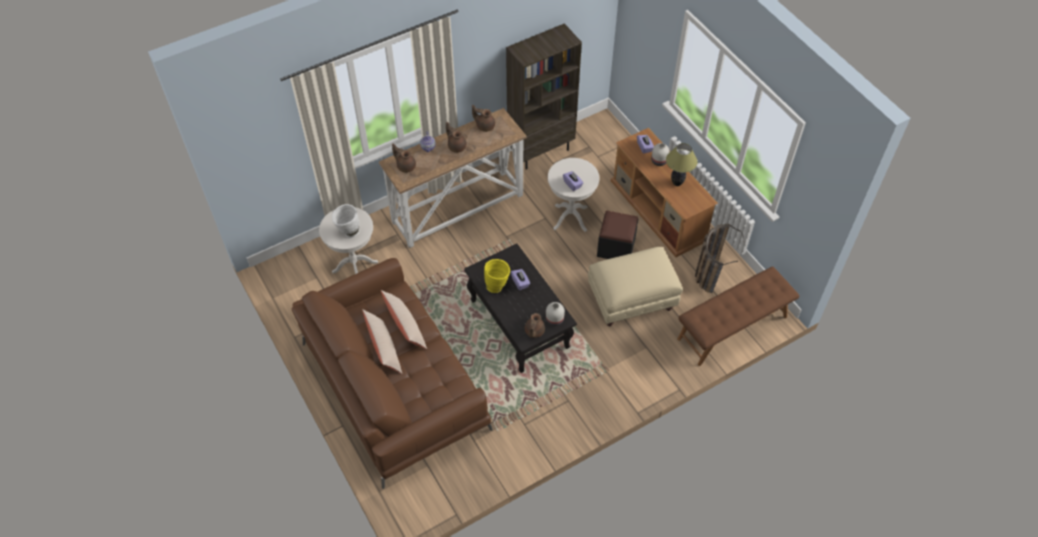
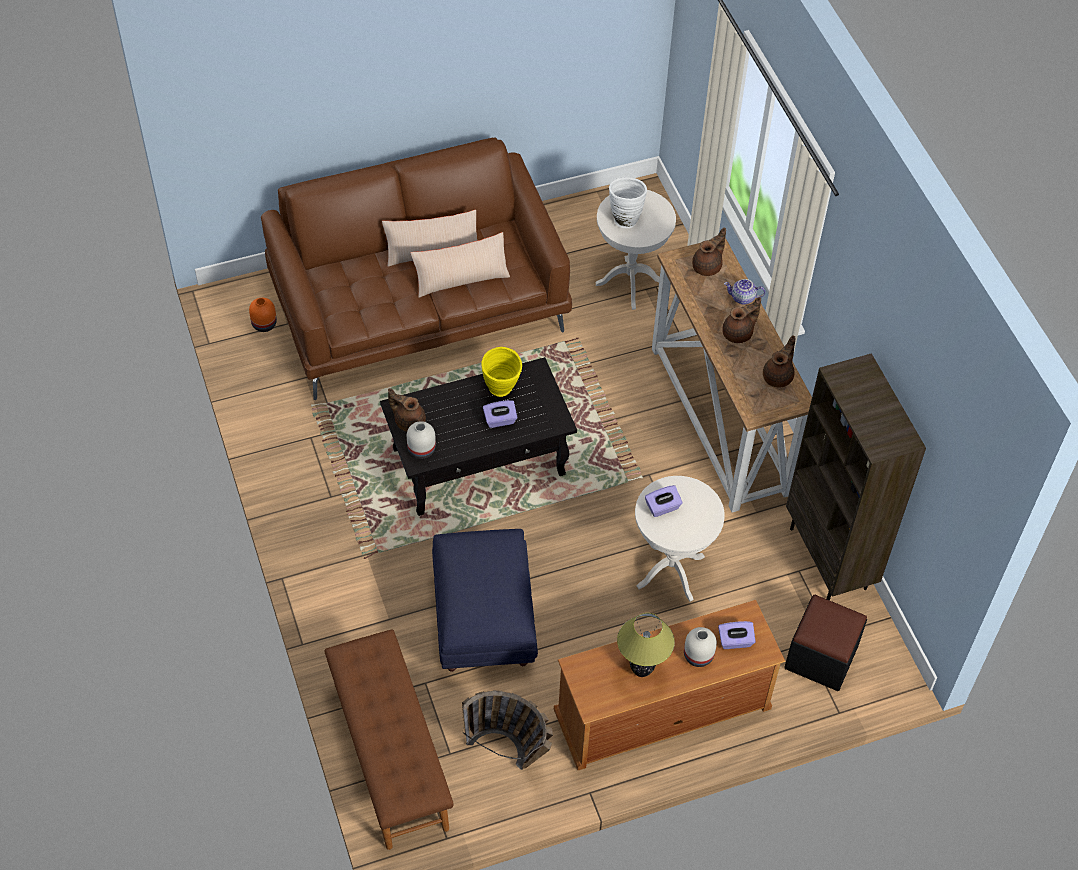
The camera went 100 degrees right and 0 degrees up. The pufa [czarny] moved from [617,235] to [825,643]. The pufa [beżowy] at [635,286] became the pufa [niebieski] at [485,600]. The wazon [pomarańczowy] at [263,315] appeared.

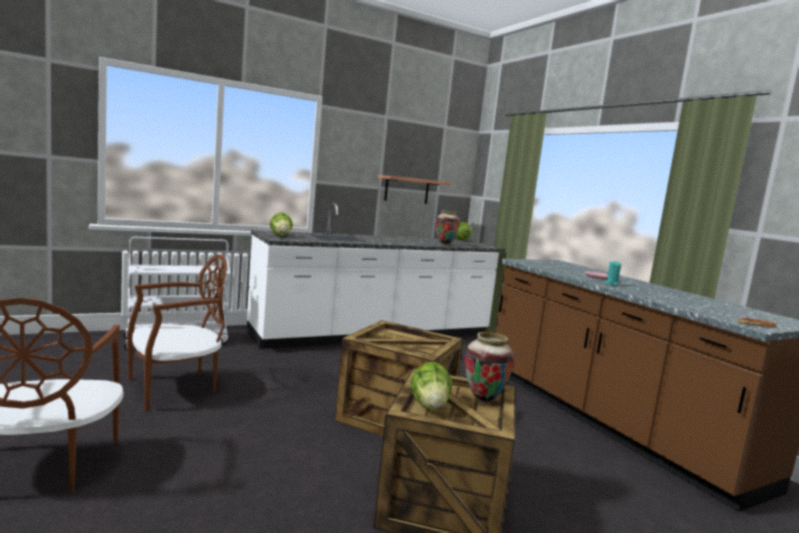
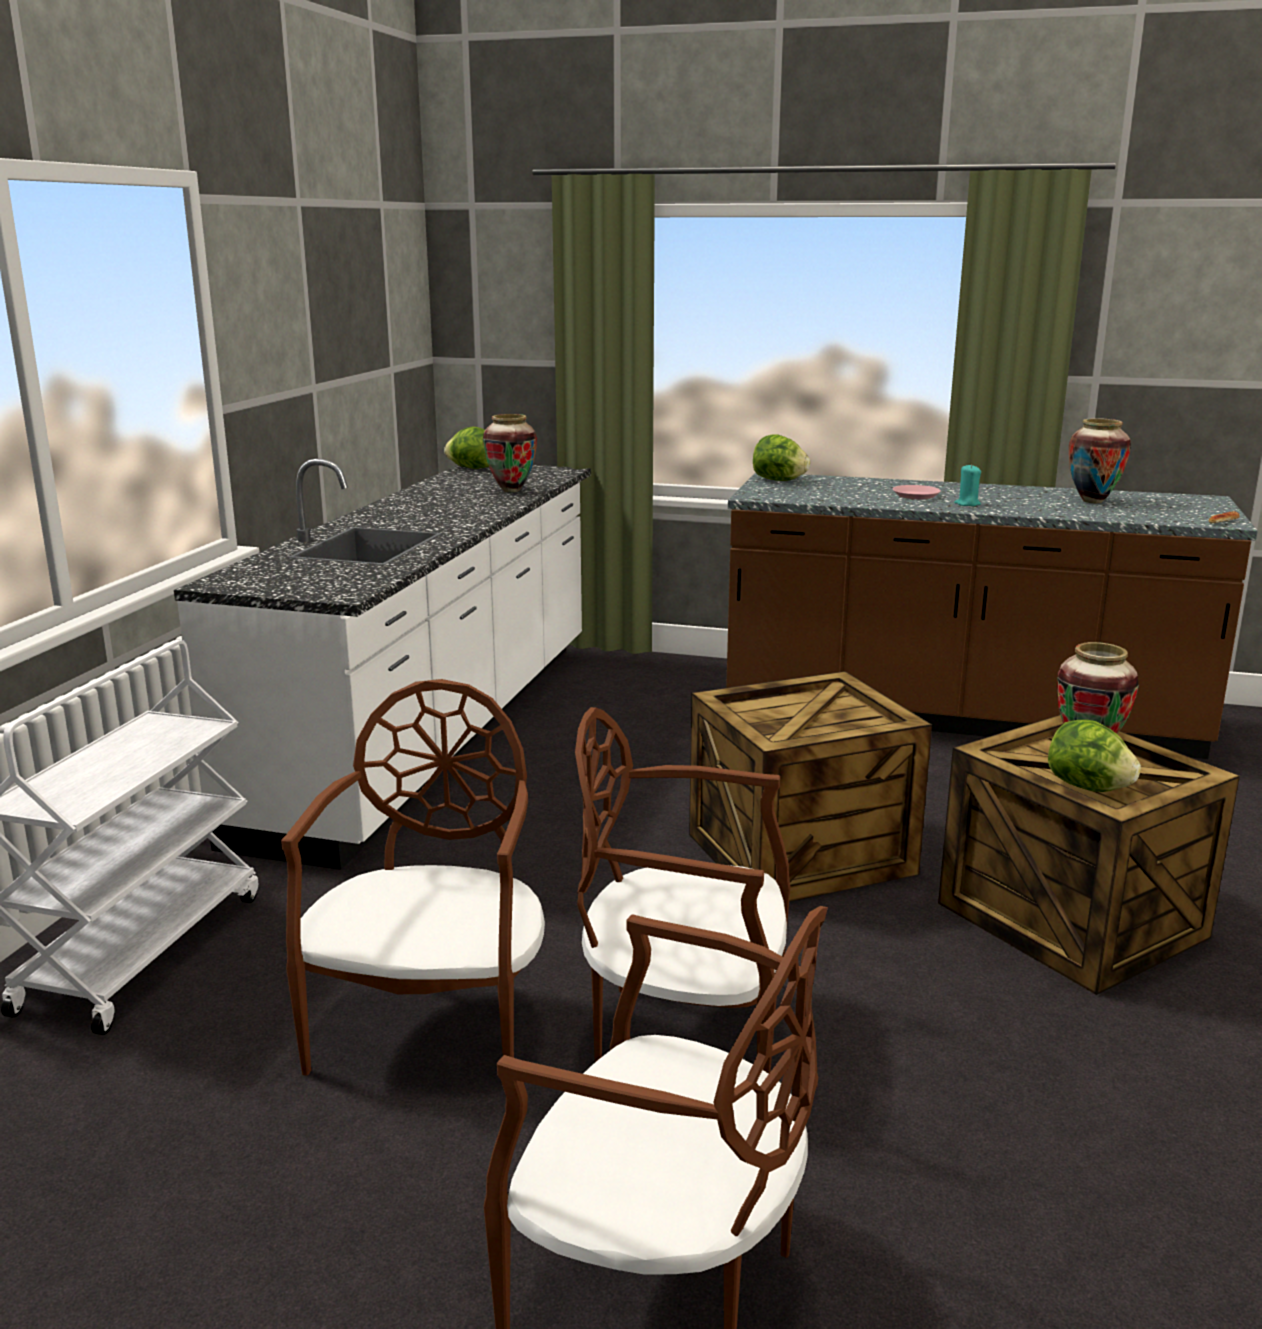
The camera went 45 degrees left and 10 degrees up. The półka at [414,189] disappeared. The sałata moved from [281,224] to [781,457]. The wazon at [1100,460] appeared. The krzesło [brązowy] at [682,890] appeared.

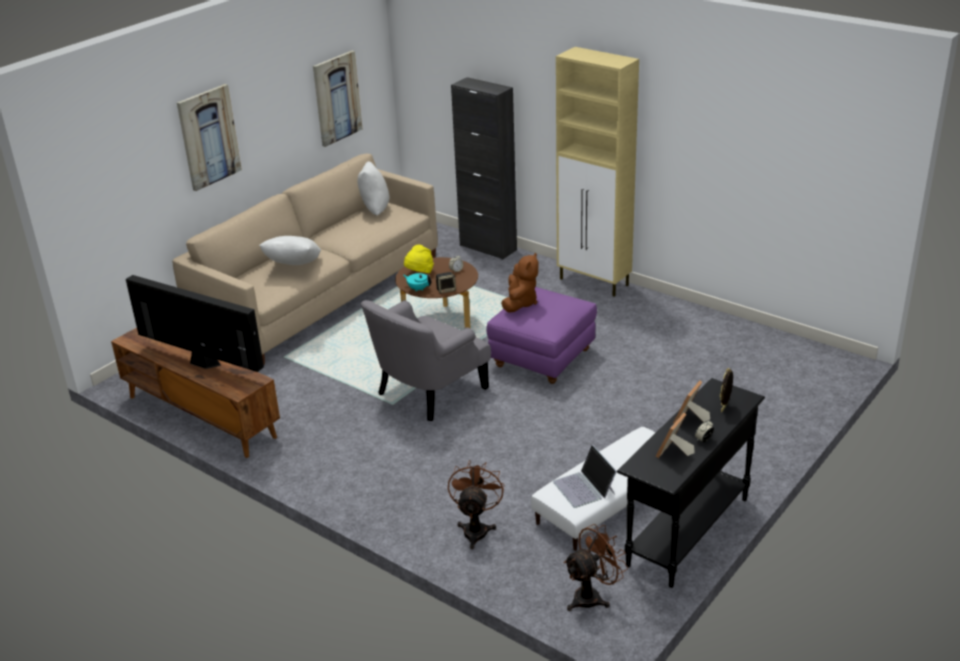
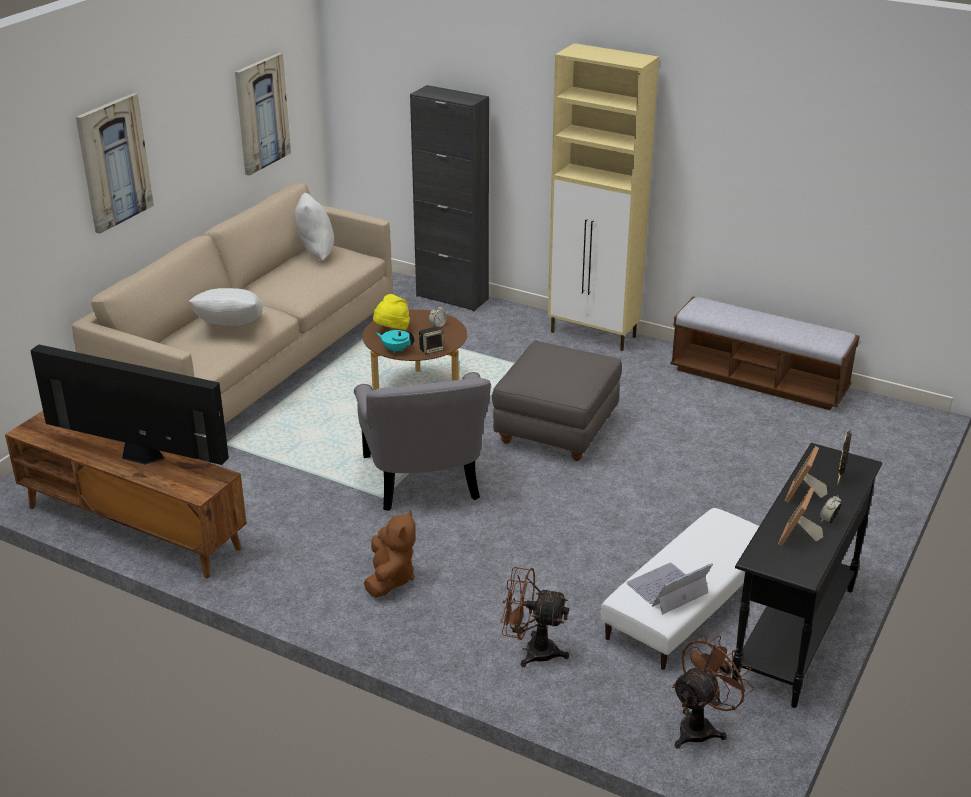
The camera went 10 degrees left and 0 degrees up. The pluszak [brązowy] moved from [519,283] to [390,553]. The pufa [fioletowy] at [541,335] became the pufa [szary] at [557,401]. The fotel [szary] at [426,360] turned 45 degrees counterclockwise. The laptop at [585,476] turned 90 degrees clockwise. The wentylator [brązowy] at [476,504] turned 75 degrees counterclockwise. The ławka at [764,353] appeared.

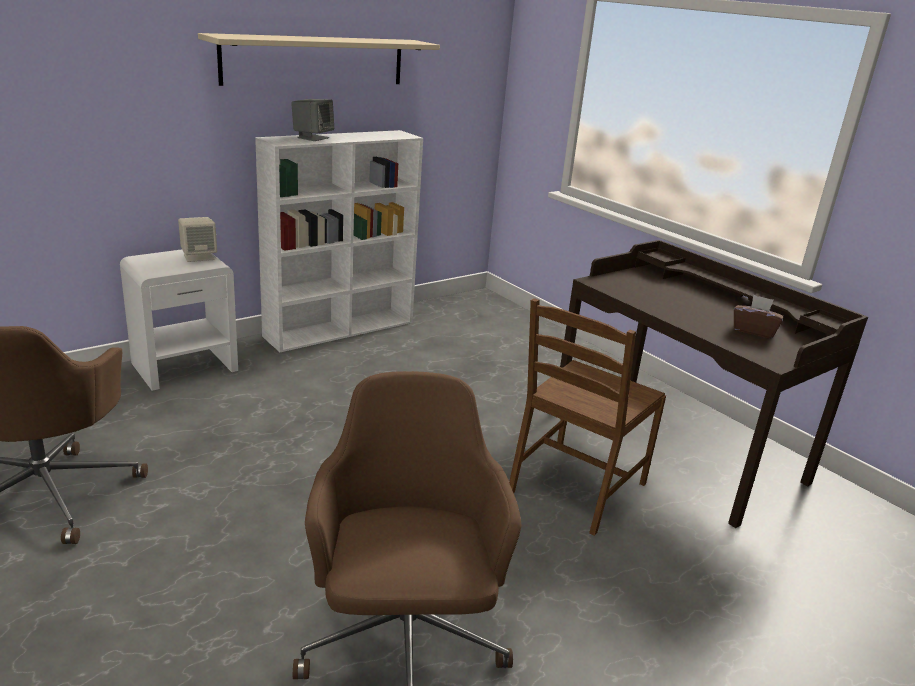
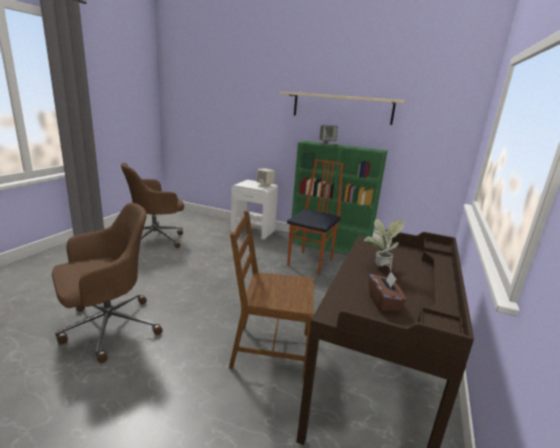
The camera went 60 degrees right and 5 degrees down. The regał [biały] at [339,241] became the regał [zielony] at [339,198]. The krzesło at [315,217] appeared. The roślina doniczkowa at [384,245] appeared.

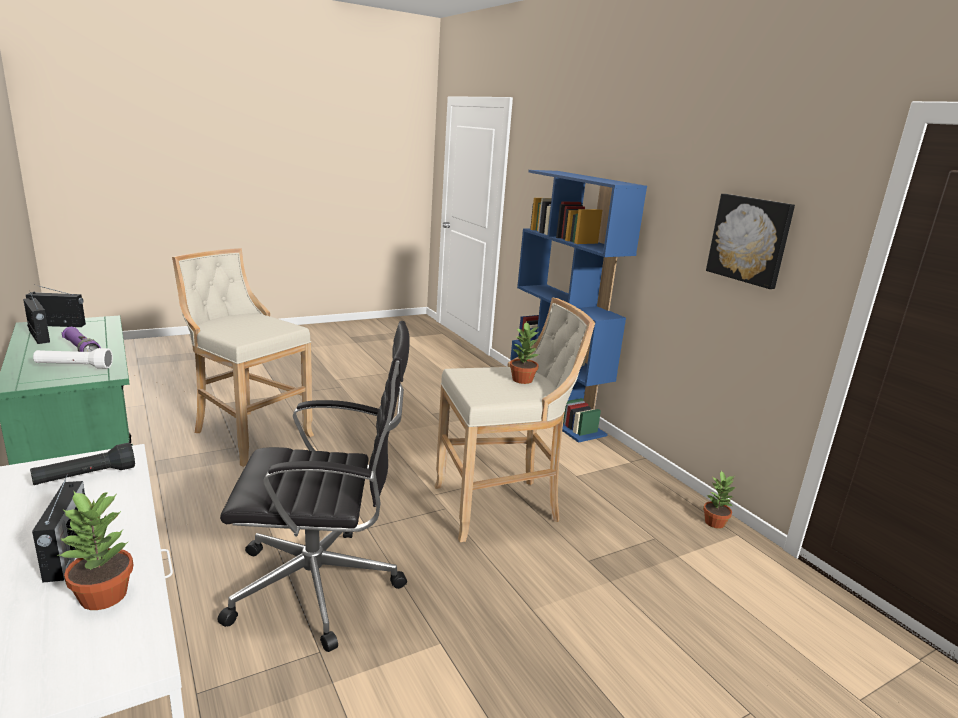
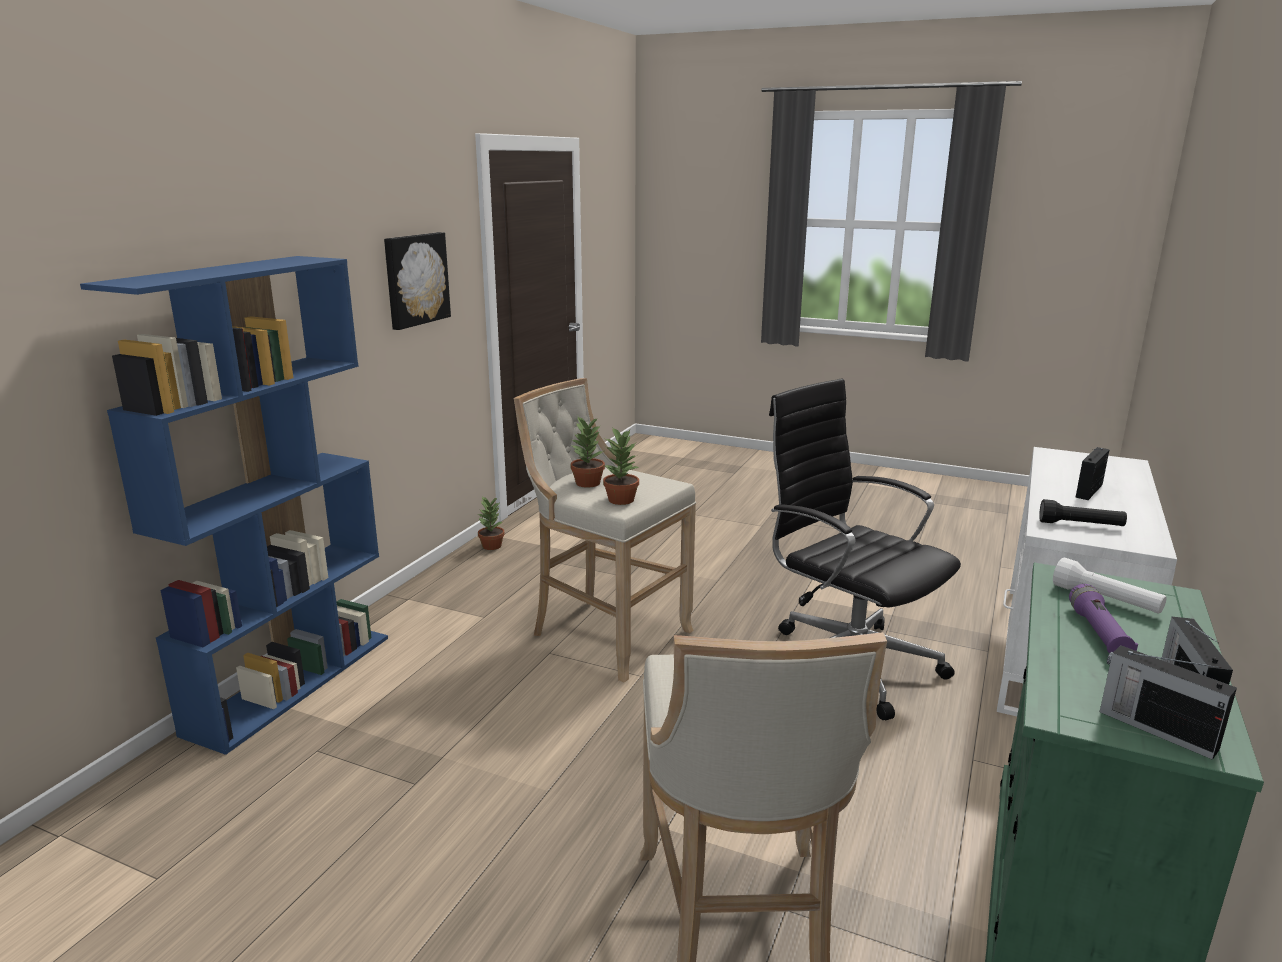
The camera went 125 degrees left and 0 degrees up. The roślina doniczkowa moved from [96,550] to [621,466].

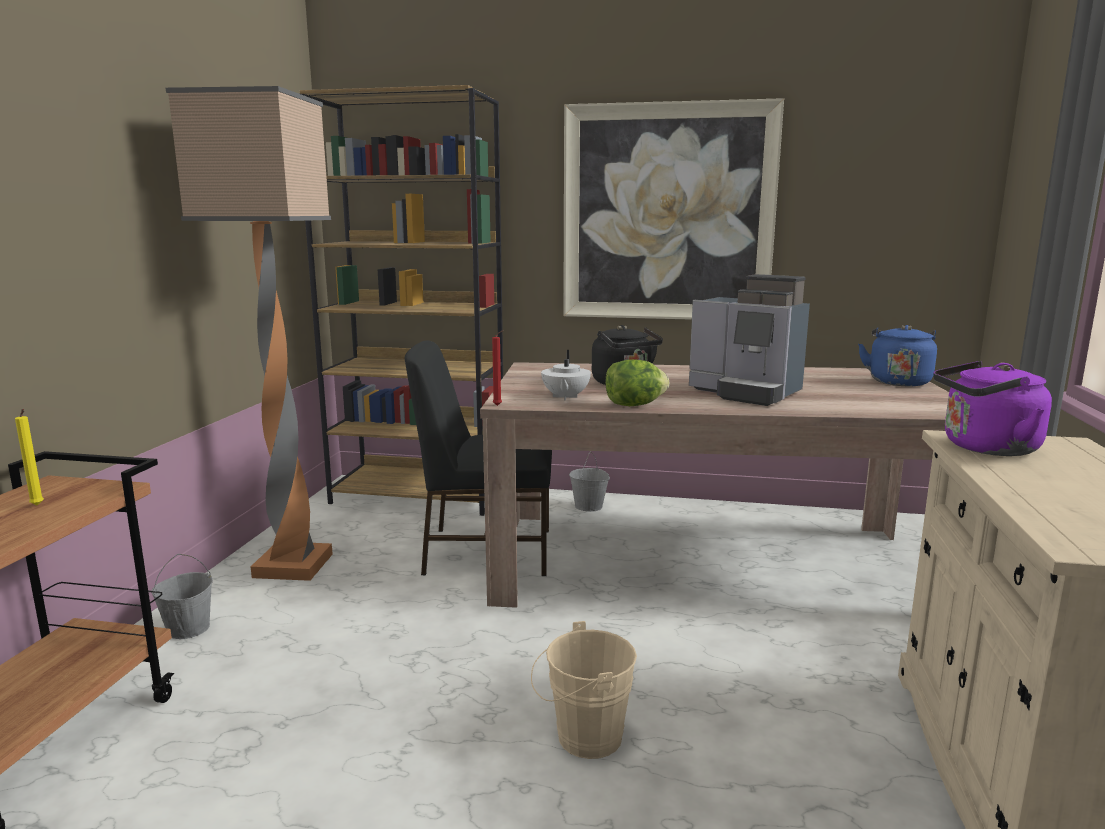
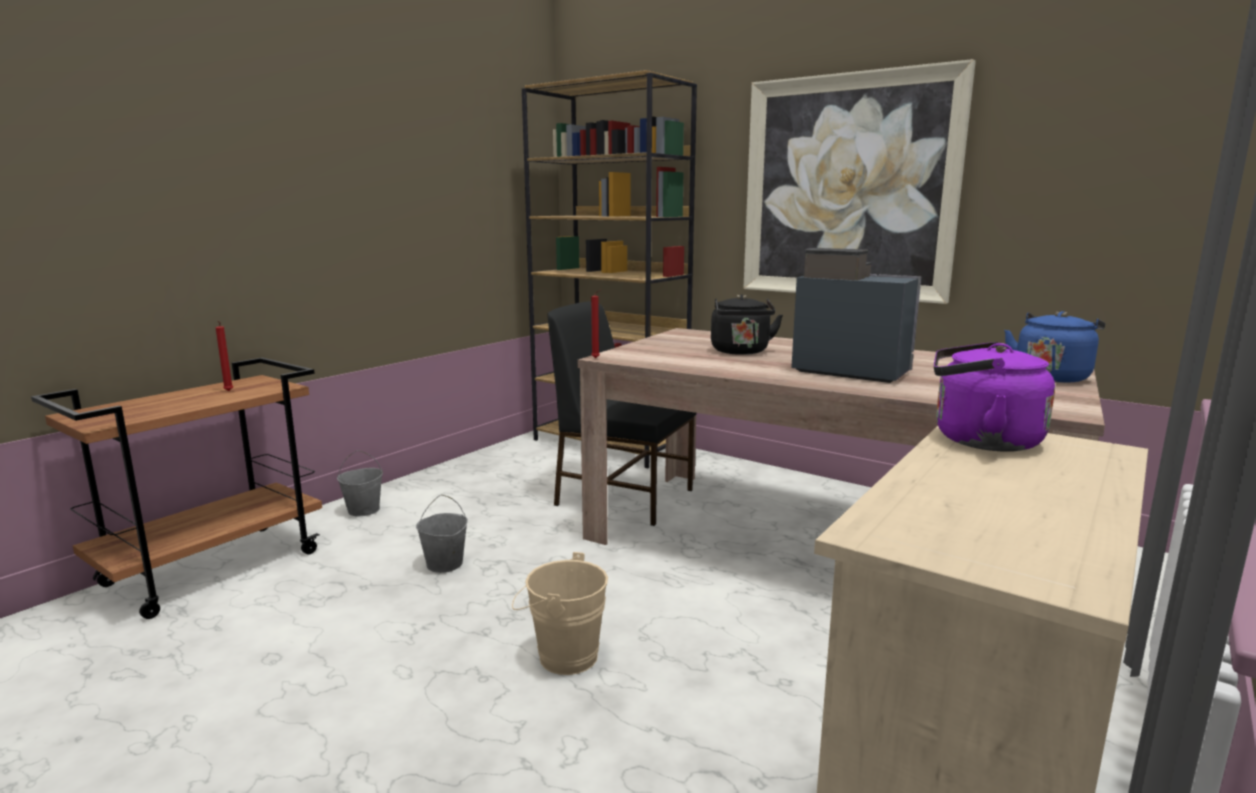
The camera went 25 degrees right and 0 degrees up. The lampa stojąca at [249,333] disappeared. The ekspres do kawy at [749,340] turned 150 degrees clockwise. The imbryk [biały] at [566,375] disappeared. The sałata at [637,382] disappeared. The świeca [żółty] at [29,457] became the świeca [czerwony] at [224,356]. The wiadro [szary] moved from [589,482] to [442,534].

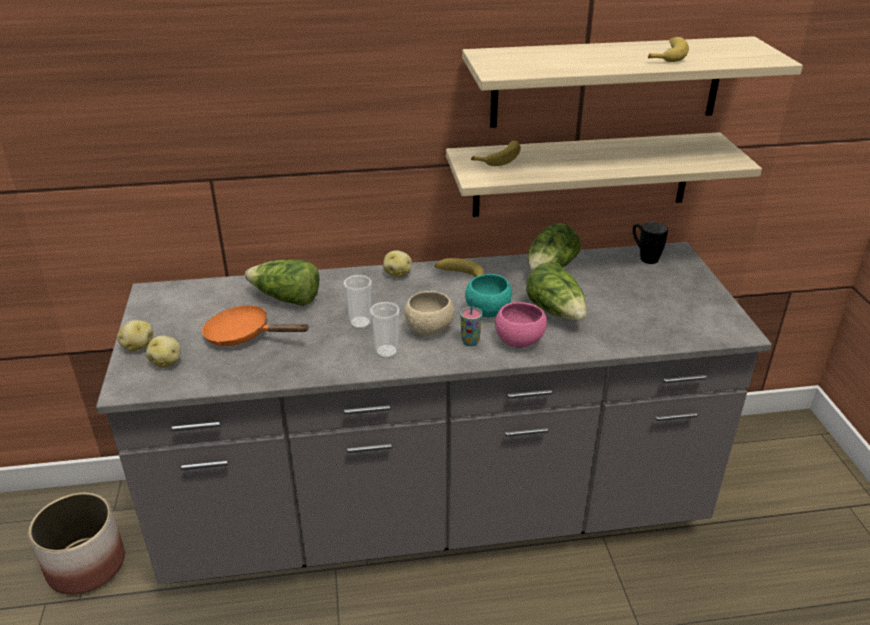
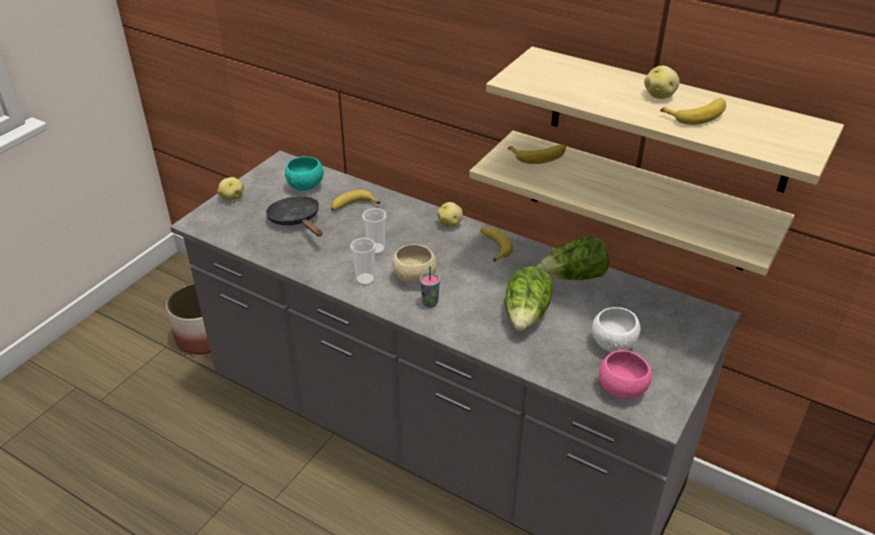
The camera went 40 degrees right and 5 degrees up. The kubek [czarny] at [650,243] disappeared. The sałata at [282,283] was replaced by the banan at [356,200]. The miska [turkusowy] moved from [488,295] to [304,173]. The miska [różowy] moved from [521,325] to [625,374]. The patelnia [pomarańczowy] at [255,325] became the patelnia [czarny] at [294,216]. The ziemniak moved from [163,352] to [662,82]. The miska [biały] at [616,329] appeared.

